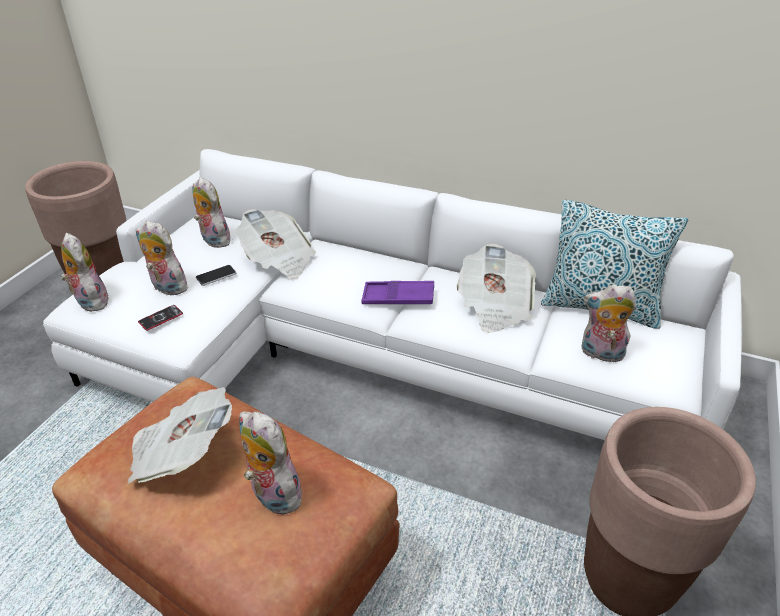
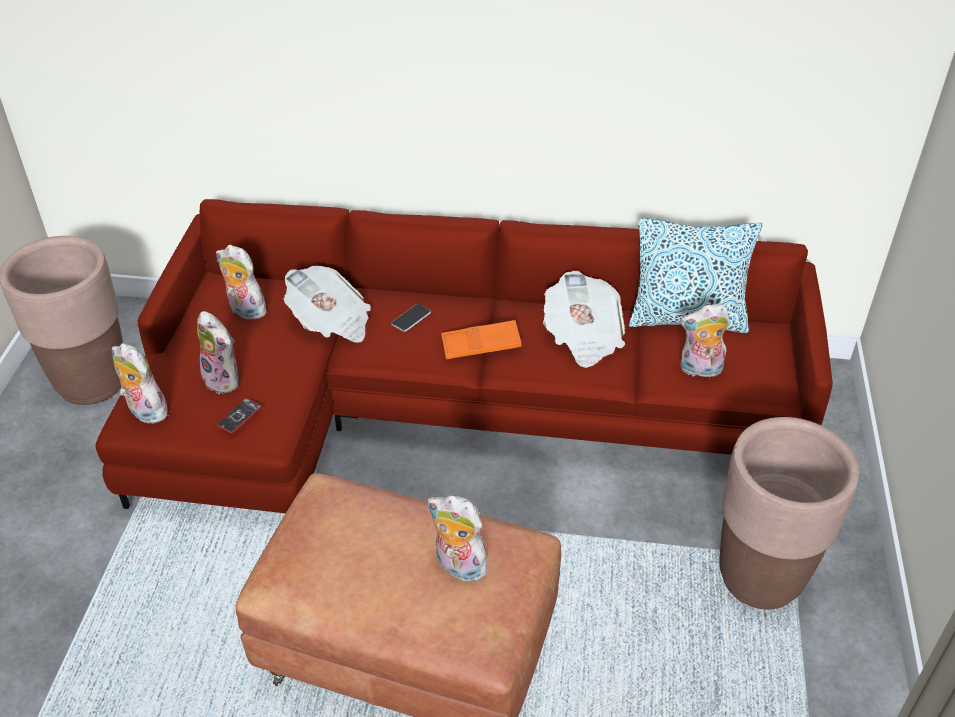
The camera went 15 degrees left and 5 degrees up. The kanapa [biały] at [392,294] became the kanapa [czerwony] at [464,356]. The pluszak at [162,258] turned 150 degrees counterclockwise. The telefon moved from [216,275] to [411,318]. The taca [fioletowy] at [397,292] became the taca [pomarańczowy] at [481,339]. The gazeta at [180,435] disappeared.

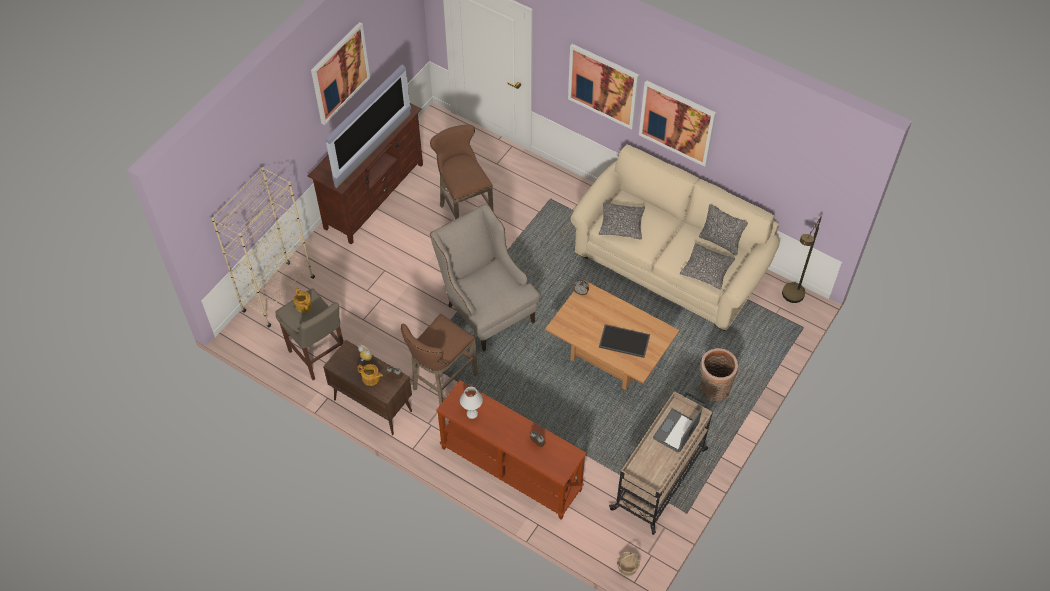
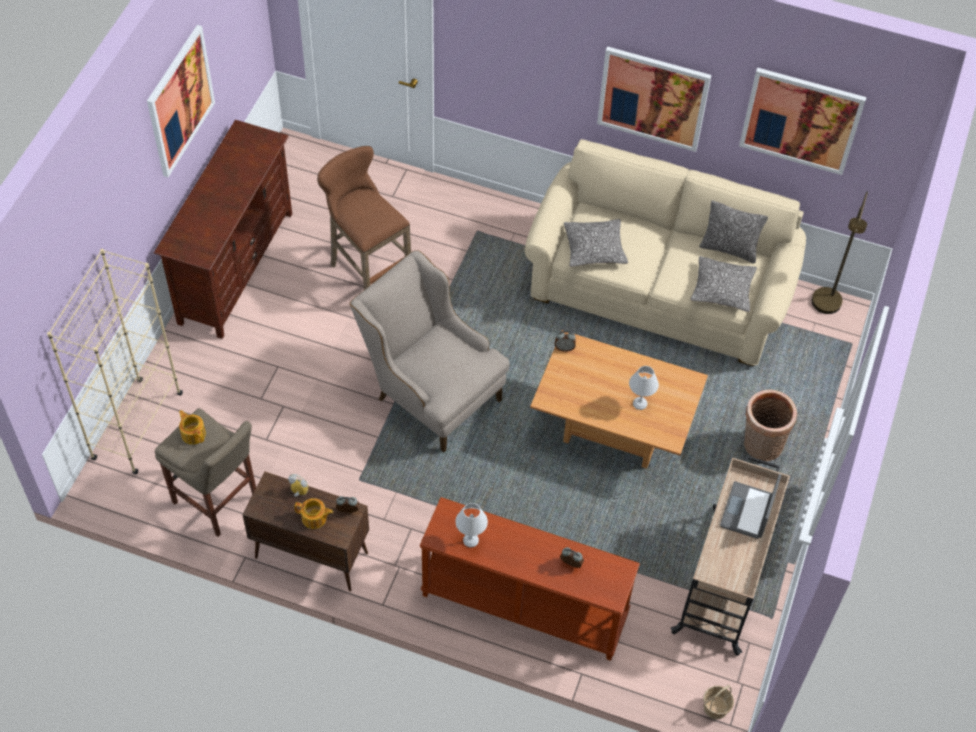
The camera went 15 degrees left and 0 degrees up. The obraz moved from [603,87] to [803,121]. The telewizor at [368,126] disappeared. The stołek [brązowy] at [439,359] disappeared. The taca at [624,341] was replaced by the lampa stołowa [biały] at [644,388].

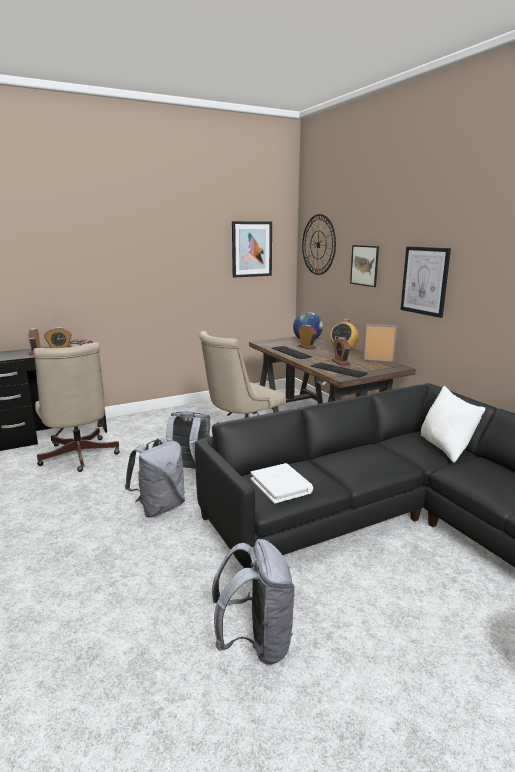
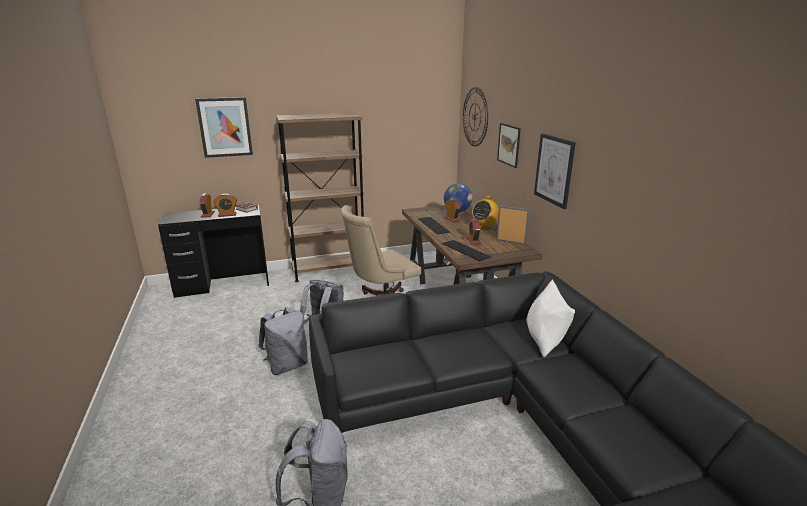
The camera went 10 degrees right and 5 degrees up. The obraz moved from [252,249] to [224,127]. The krzesło biurowe [beżowy] at [76,407] disappeared. The książka [biały] at [281,483] disappeared. The regał [brązowy] at [320,197] appeared.

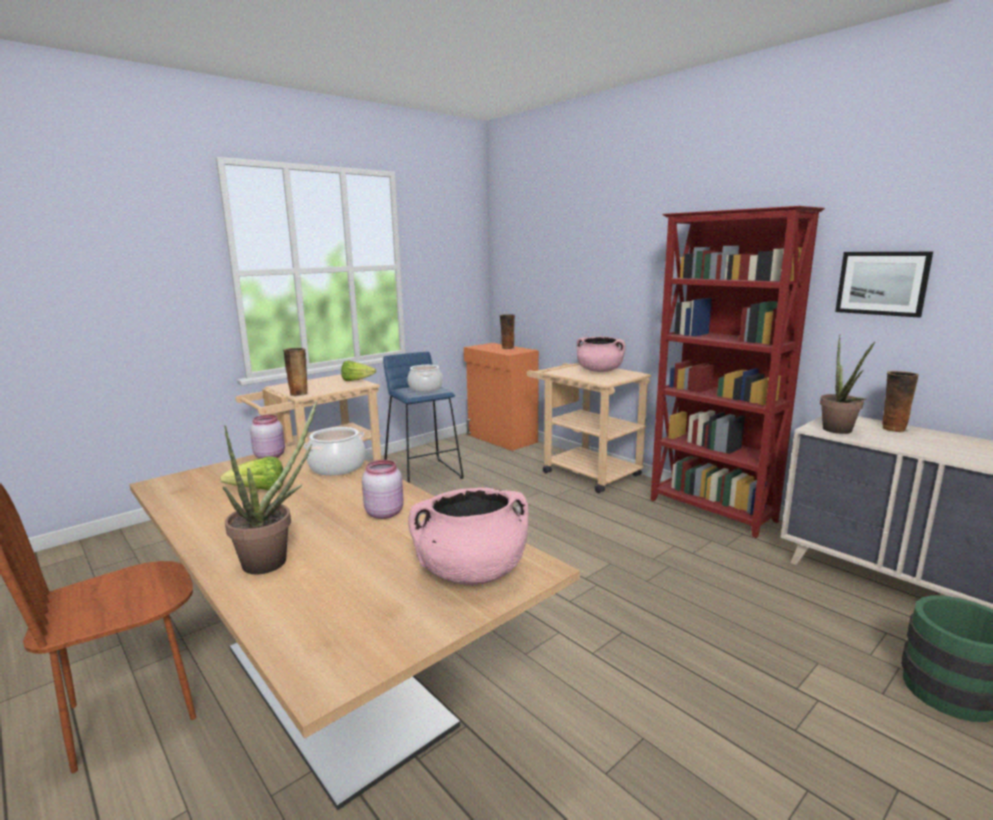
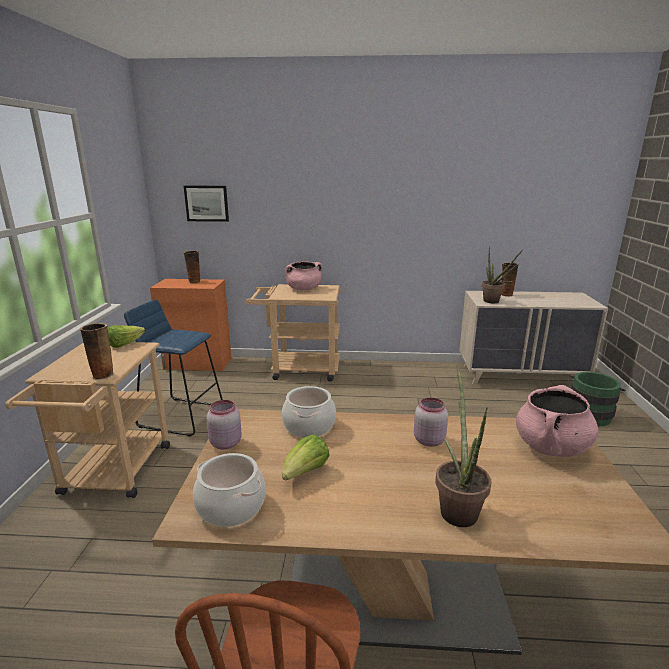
The camera went 45 degrees left and 5 degrees up. The regał [czerwony] at [738,372] disappeared. The obraz moved from [884,285] to [206,204]. The garnek moved from [425,378] to [229,490].

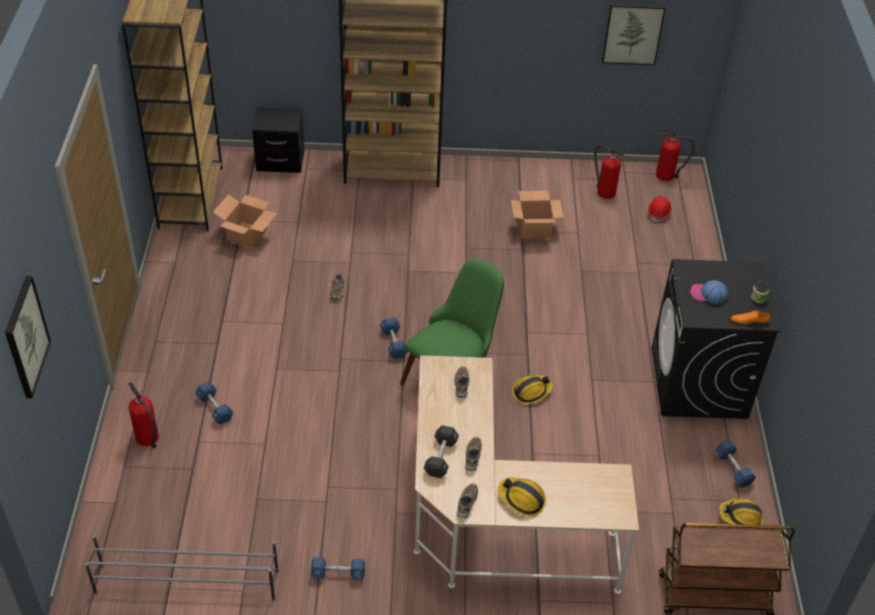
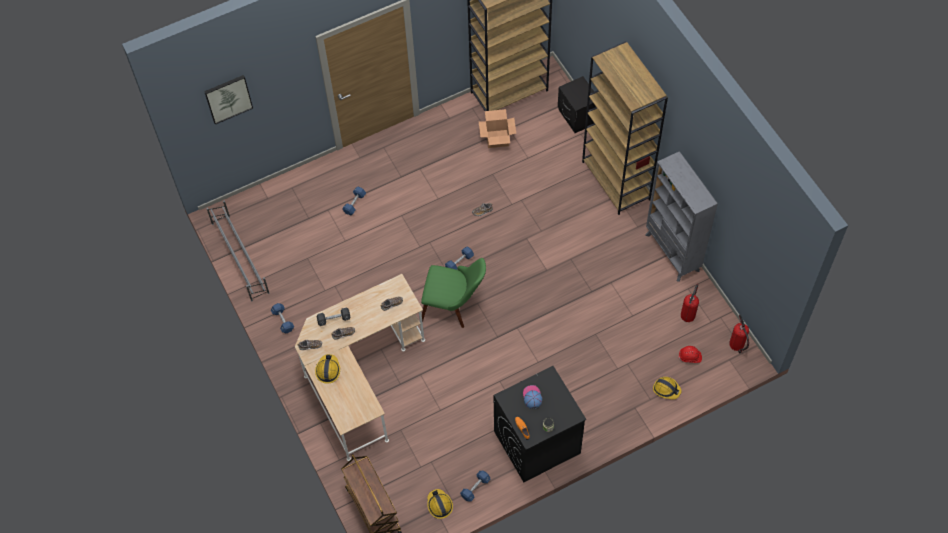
The camera went 65 degrees right and 15 degrees up. The obraz at [634,34] disappeared. The karton at [537,215] disappeared. The kask moved from [532,389] to [667,388]. The gaśnica at [143,415] disappeared. The regał [szary] at [681,216] appeared.

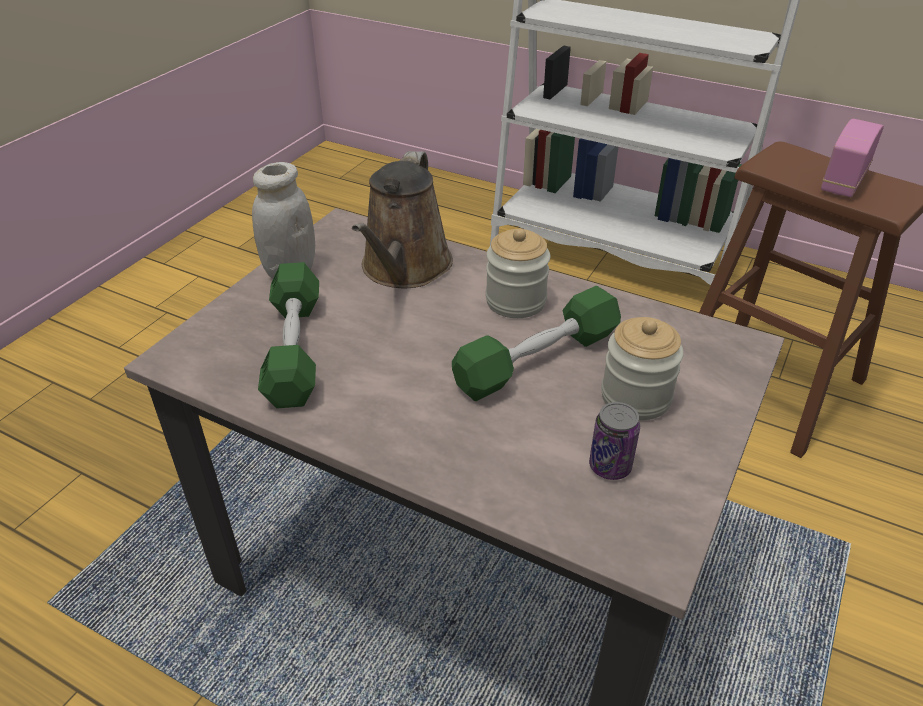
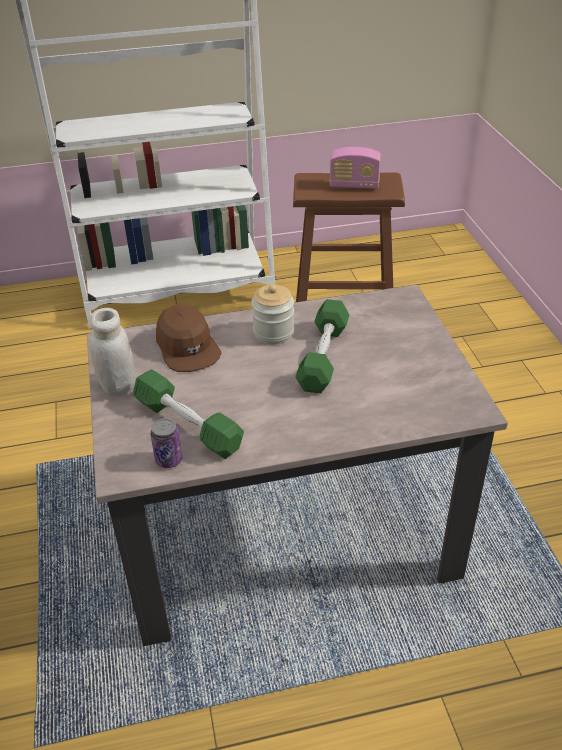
The camera went 40 degrees left and 0 degrees up. The radio at [852,158] turned 75 degrees counterclockwise. The konewka [brązowy] at [402,219] was replaced by the czapka z daszkiem [brązowy] at [189,338]. The słoik at [642,368] disappeared. The puszka moved from [614,441] to [166,443].

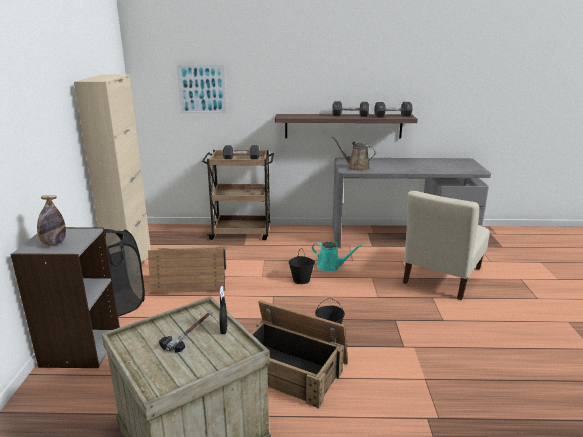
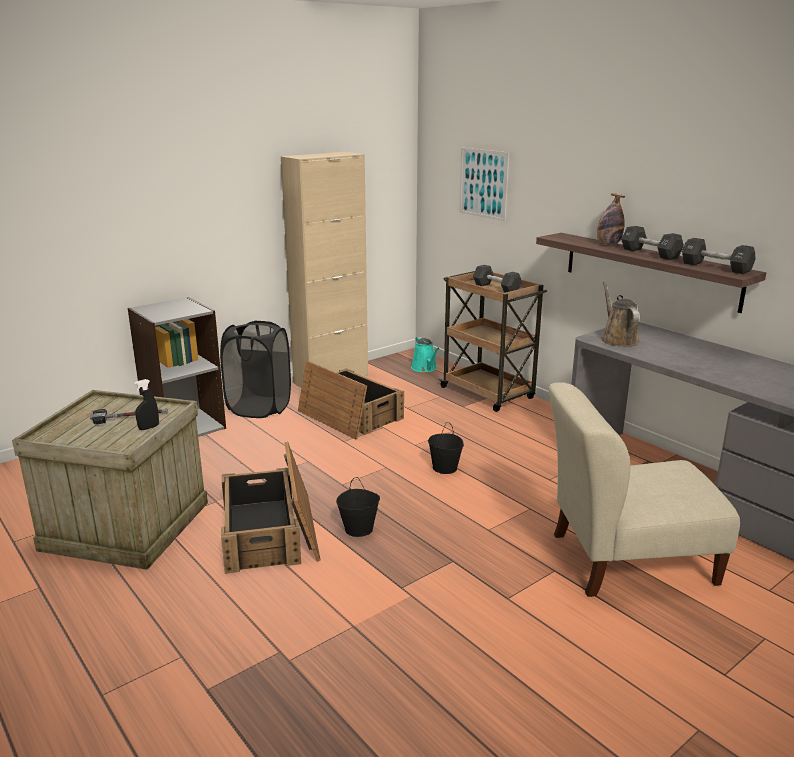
The camera went 50 degrees right and 0 degrees up. The butelka moved from [51,220] to [611,219]. The konewka [turkusowy] moved from [337,257] to [425,354].

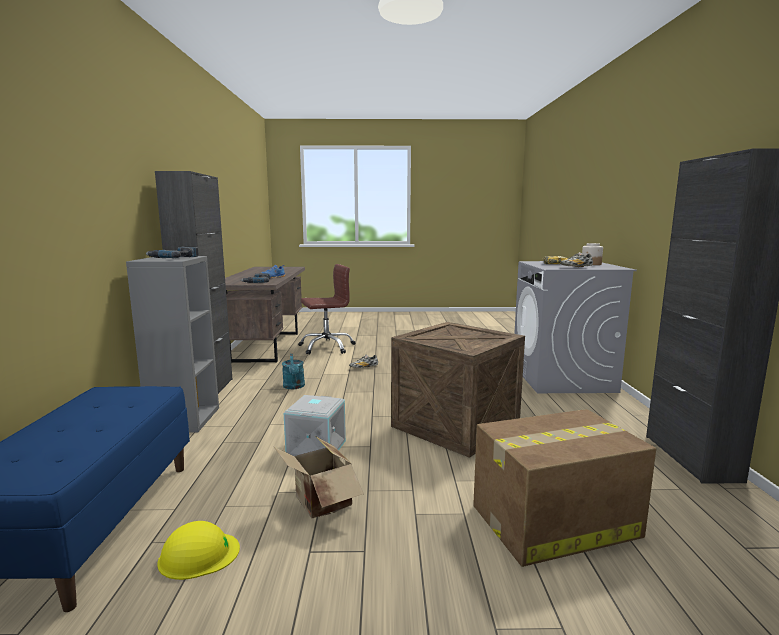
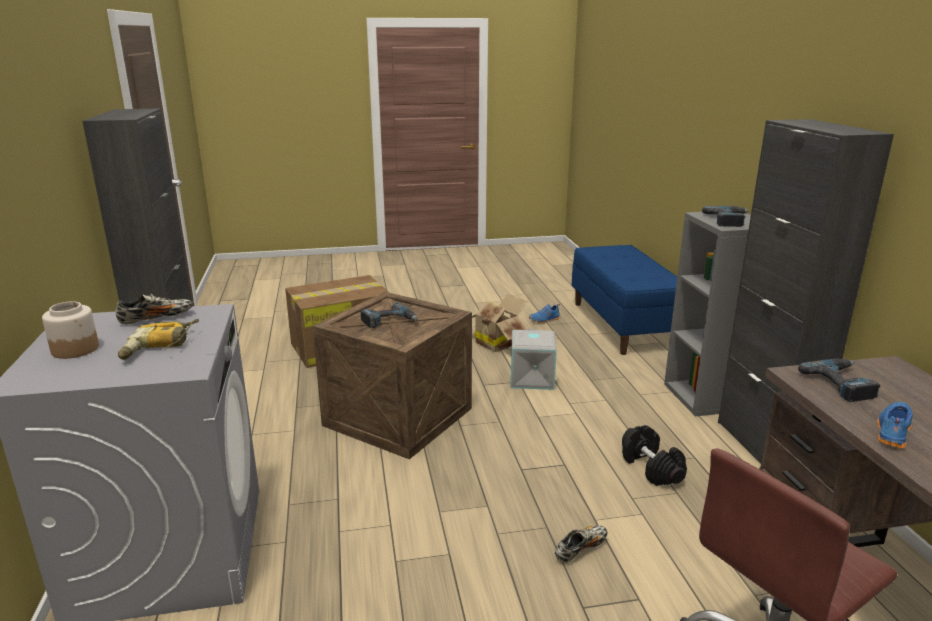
The camera went 170 degrees right and 10 degrees up. The konewka [turkusowy] at [293,371] was replaced by the hantel [czarny] at [654,455]. The kask [żółty] at [198,550] was replaced by the but [niebieski] at [544,313]. The wiertarka at [389,315] appeared.

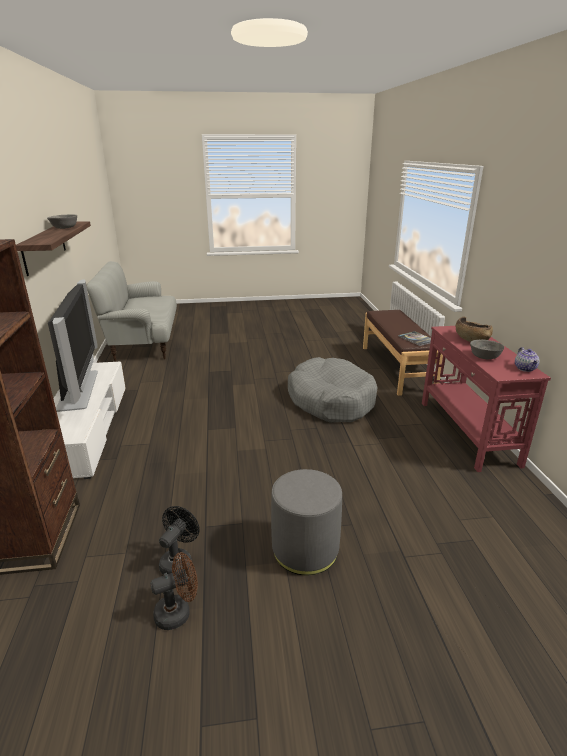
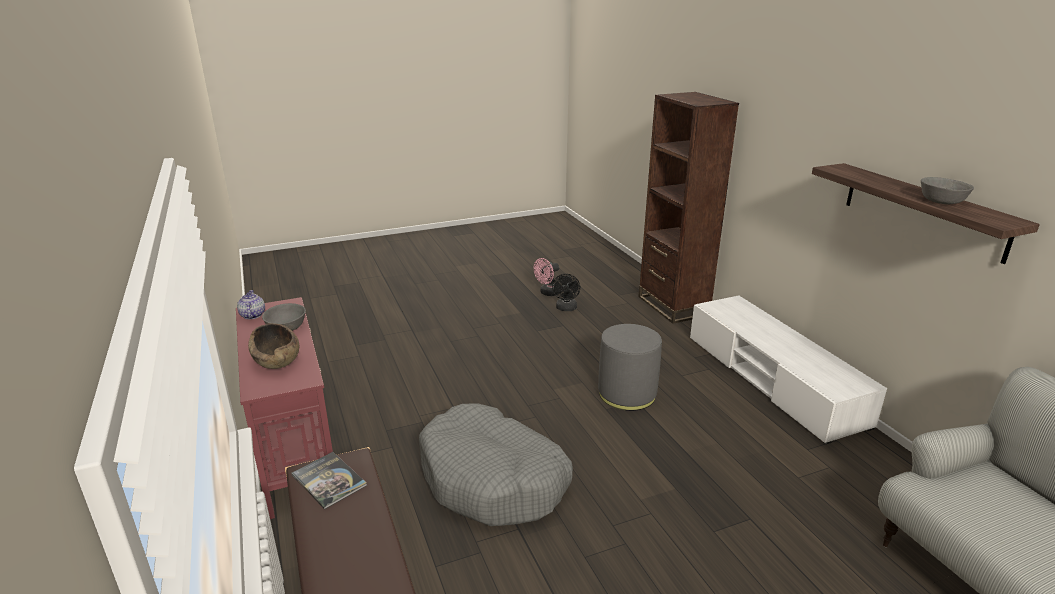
The camera went 165 degrees right and 0 degrees up. The telewizor at [73,345] disappeared. The pufa [szary] moved from [306,522] to [630,367]. The wentylator [brązowy] at [174,591] became the wentylator [różowy] at [546,277].

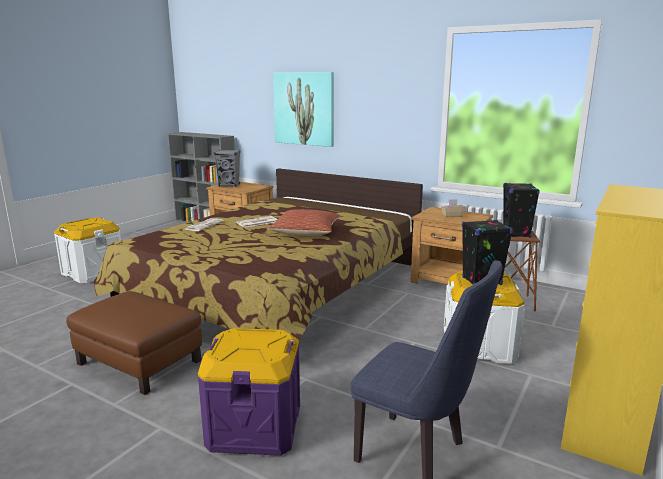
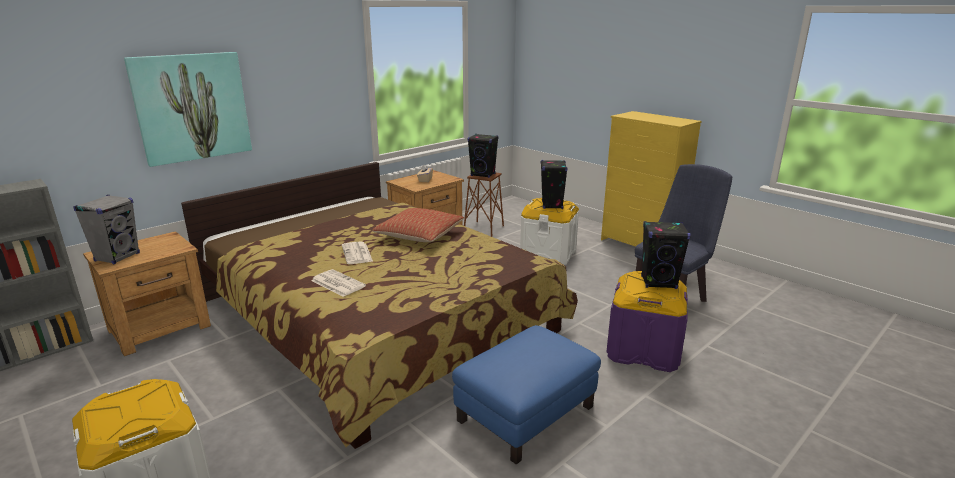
The camera went 75 degrees left and 5 degrees up. The pufa [brązowy] at [134,343] became the pufa [niebieski] at [526,395]. The głośnik [czarny] at [666,255] appeared.

